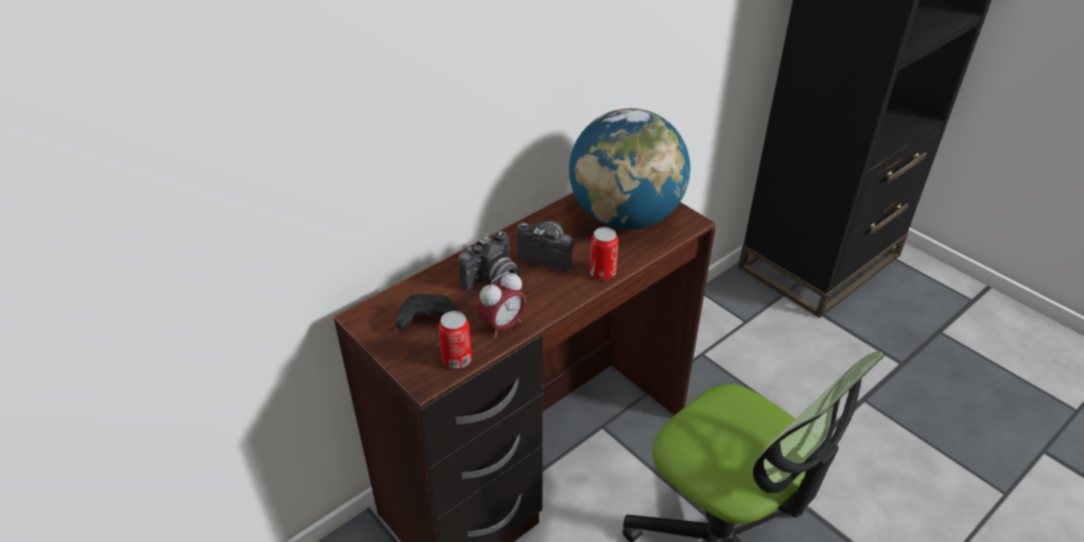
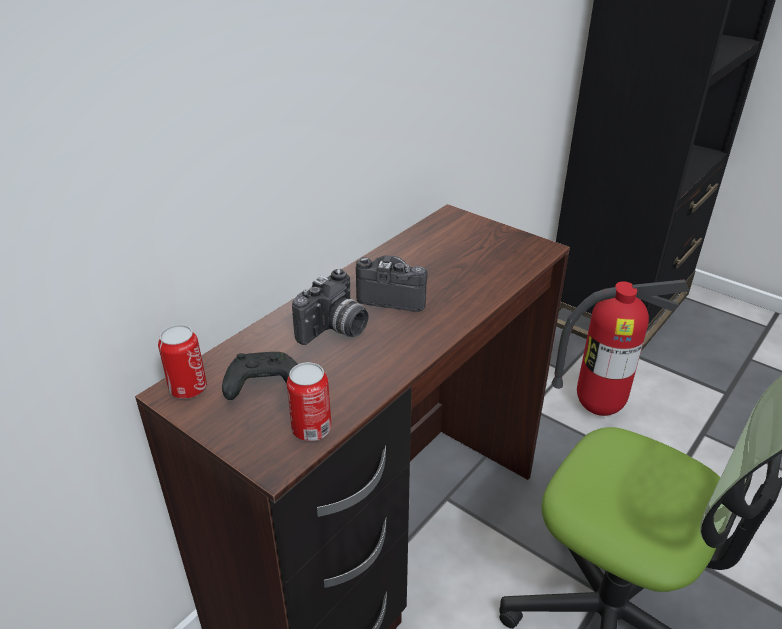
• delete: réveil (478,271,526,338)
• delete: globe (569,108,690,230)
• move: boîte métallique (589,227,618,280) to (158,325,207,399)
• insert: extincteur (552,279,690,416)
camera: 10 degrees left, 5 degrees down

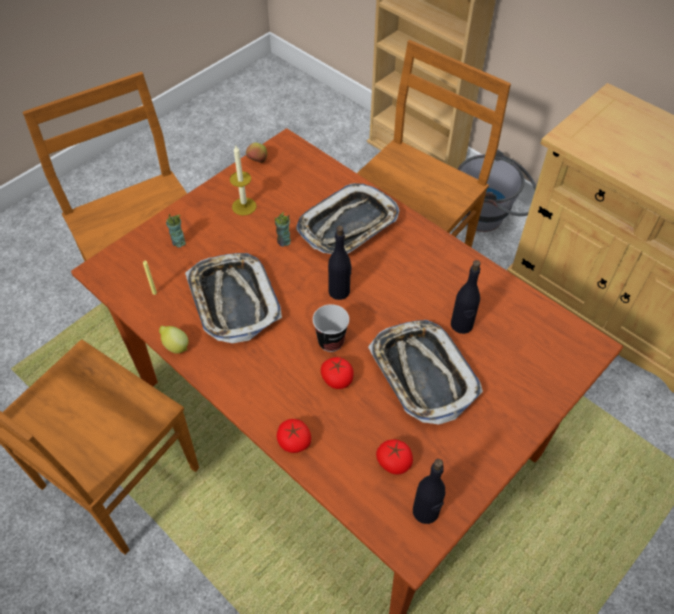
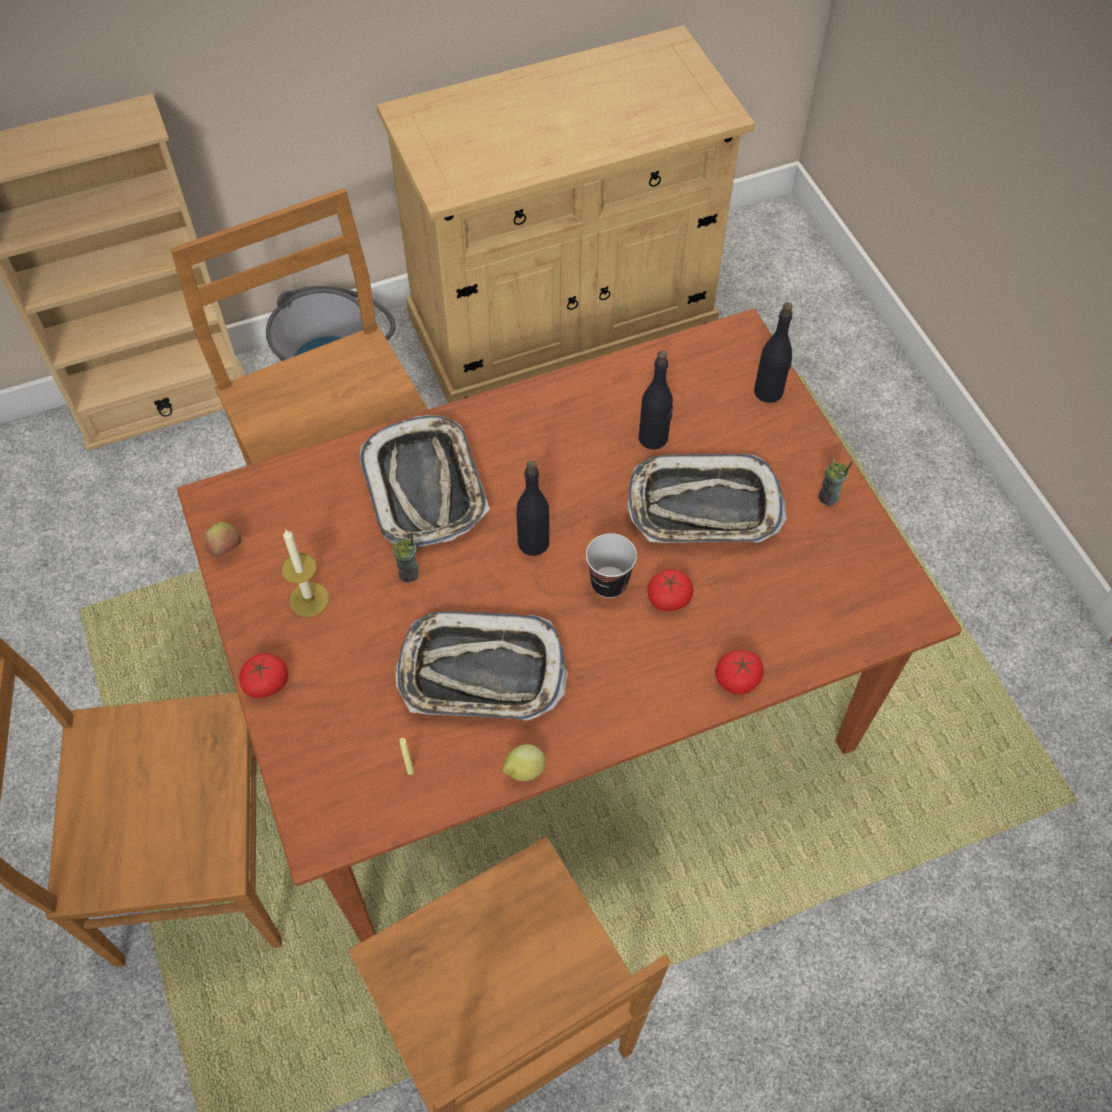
• move: tasse (166,214,186,247) to (818,458,853,506)
• move: tomate (376,439,413,475) to (239,653,288,698)
• move: bouteille (noir) (413,459,445,524) to (754,302,793,403)
camera: 65 degrees left, 5 degrees up

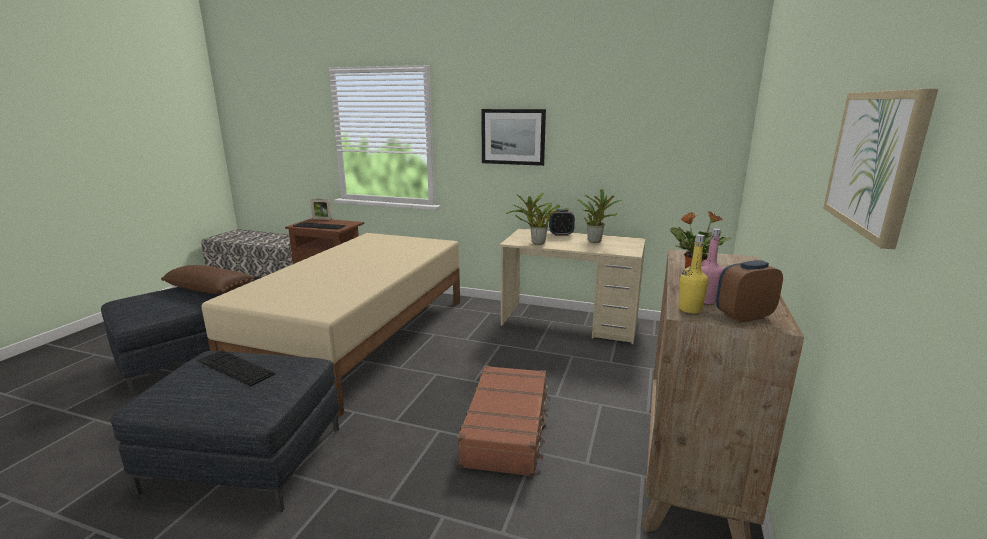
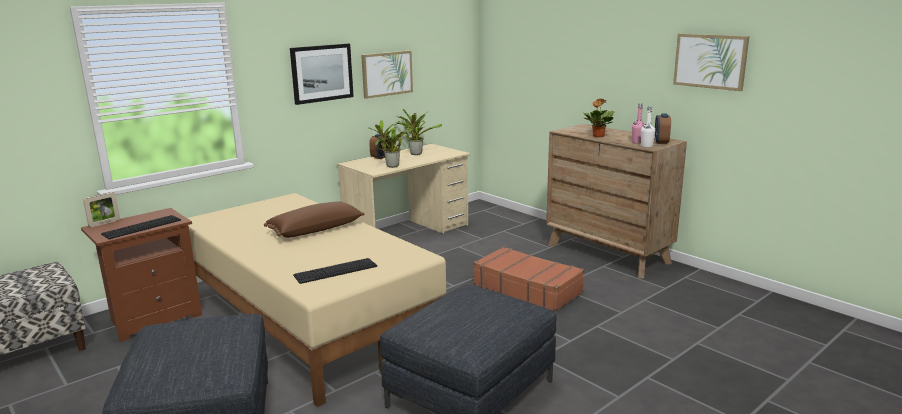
• move: coussin (marron) (161,265,255,294) to (264,201,364,238)
• move: clavier (198,350,275,386) to (293,258,377,284)
• recolor: bouteille (jaune) (679,234,709,314) to bouteille (blanc) (641,106,655,148)
• insert: tableau (361,50,413,99)
camera: 60 degrees left, 0 degrees up

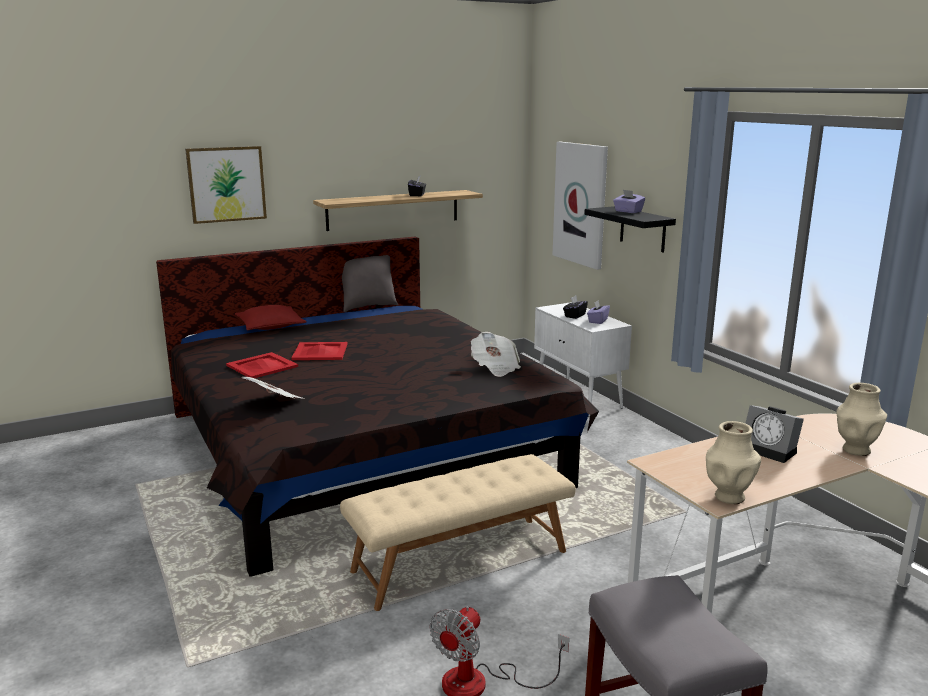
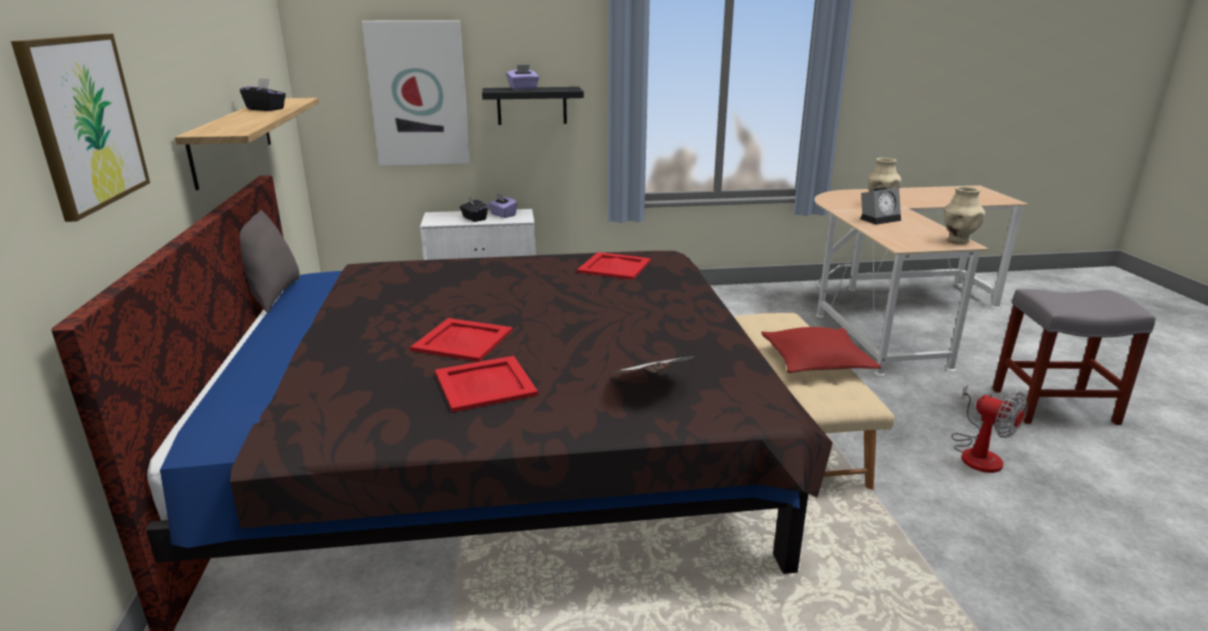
• move: coussin (rouge) (235,305,307,330) to (761,327,881,373)
• replace: journal (471,332,521,377) to plateau (rouge) (577,252,651,280)
camera: 70 degrees left, 5 degrees up

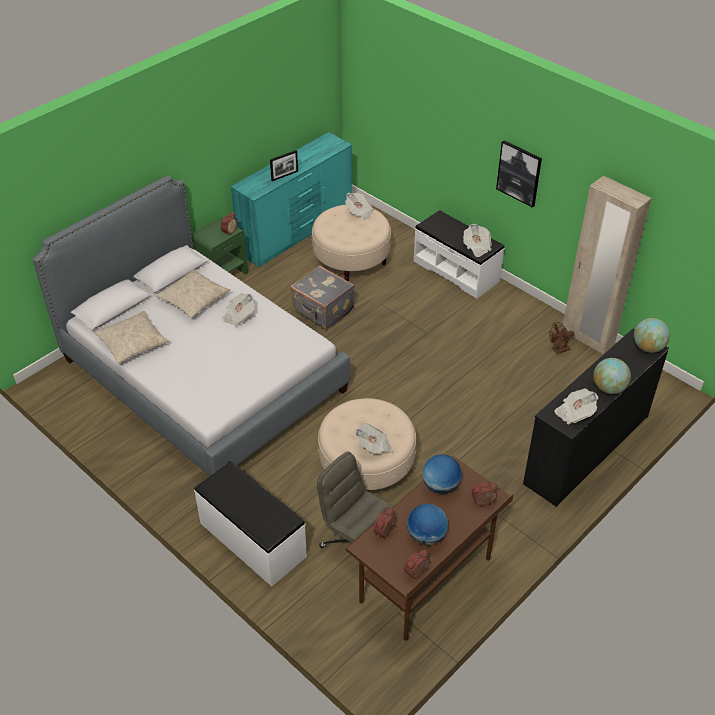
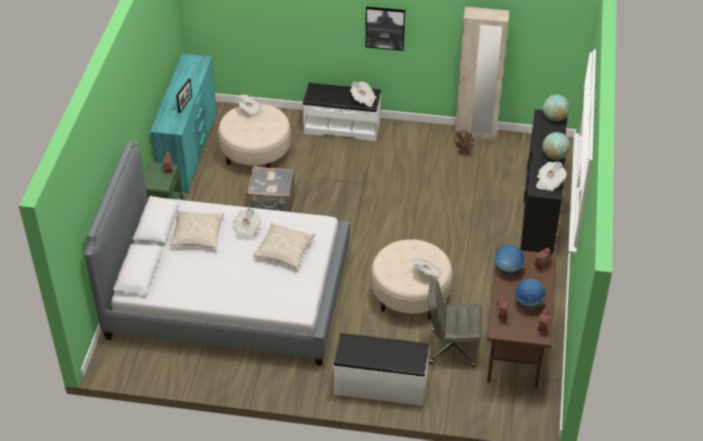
• move: coussin (beige) (94,311,169,364) to (253,223,316,268)
camera: 35 degrees left, 0 degrees up

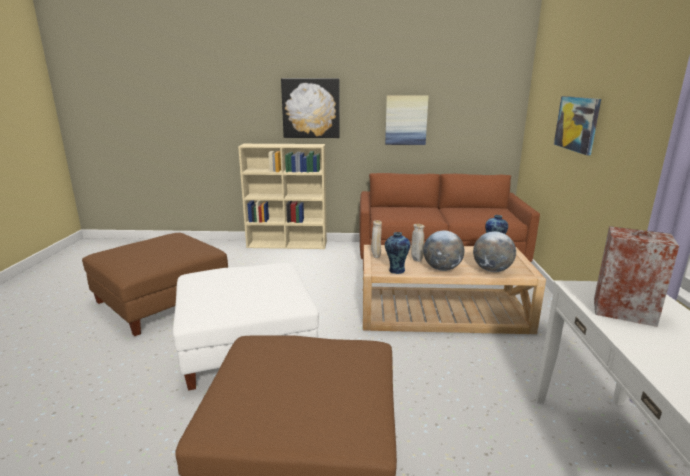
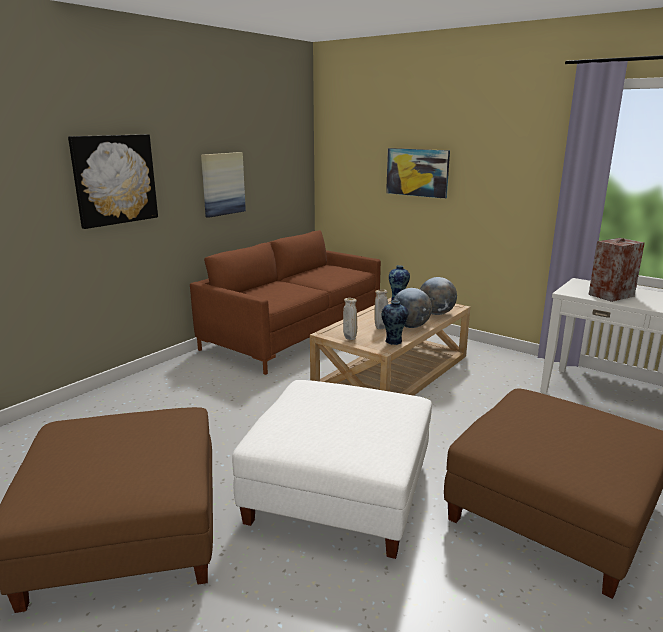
• delete: bibliothèque (beige) (238,144,327,249)
camera: 55 degrees left, 0 degrees up

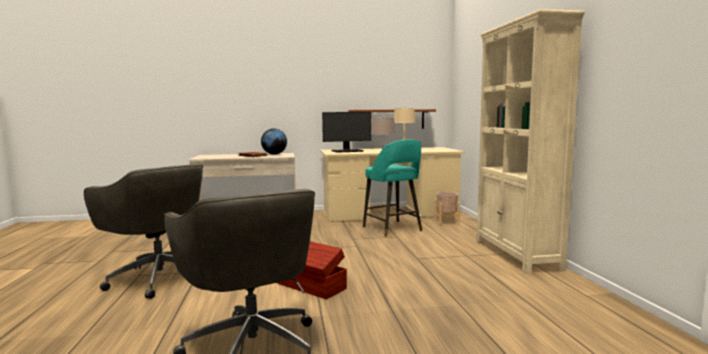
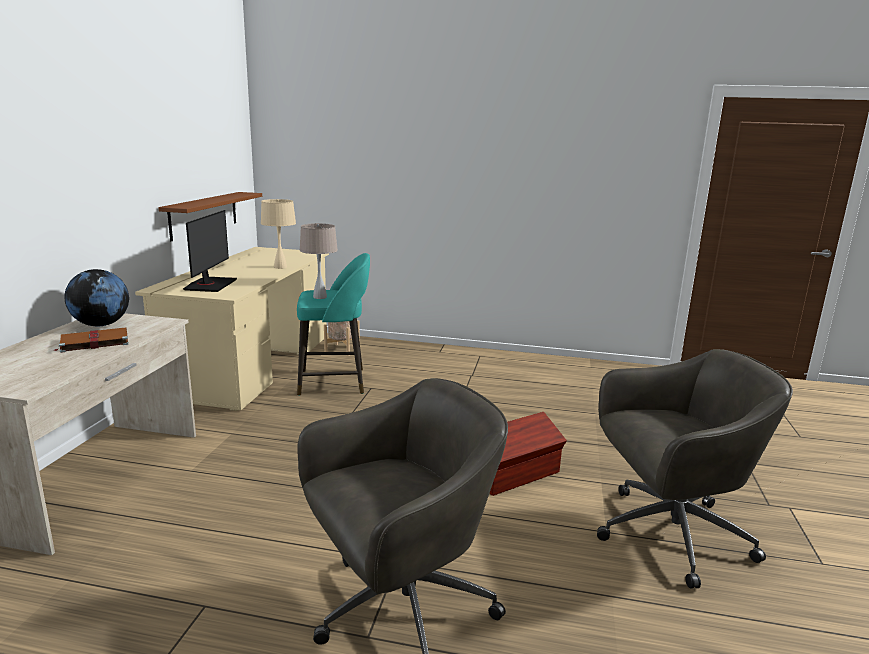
• delete: bibliothèque (beige) (476,9,585,274)
camera: 70 degrees left, 10 degrees up

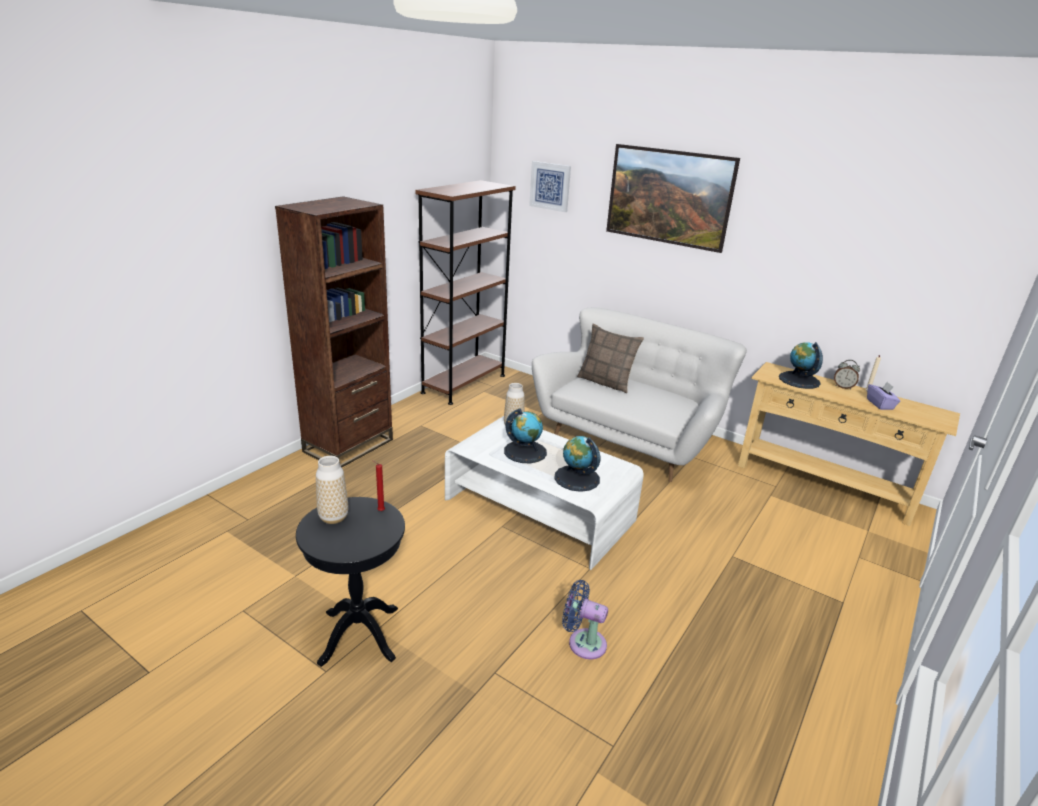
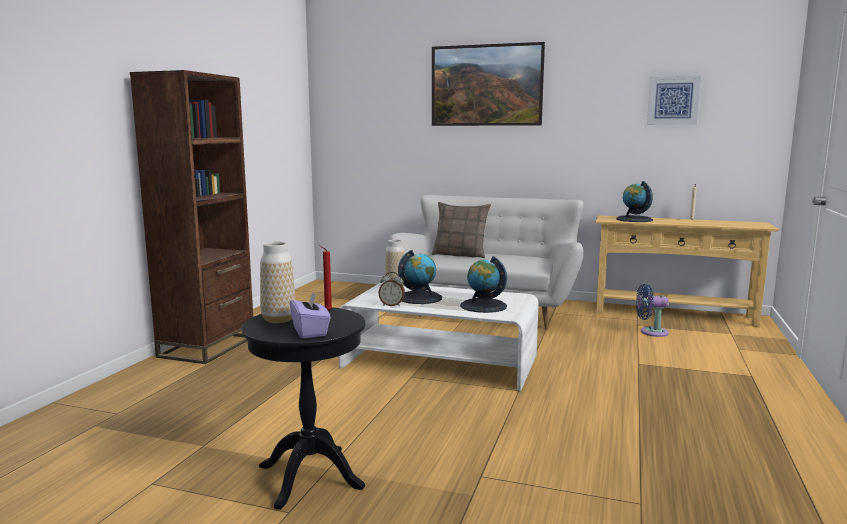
• delete: bibliothèque (marron) (415,180,516,405)
• move: tableau (529,161,571,212) to (647,76,701,125)
• move: ventilateur (bleu) (562,580,608,660) to (636,284,669,337)
• move: réveil (834,360,860,390) to (378,272,405,306)
• move: boîte à mouchoirs (violet) (867,382,900,410) to (290,292,331,338)
camera: 15 degrees left, 15 degrees down

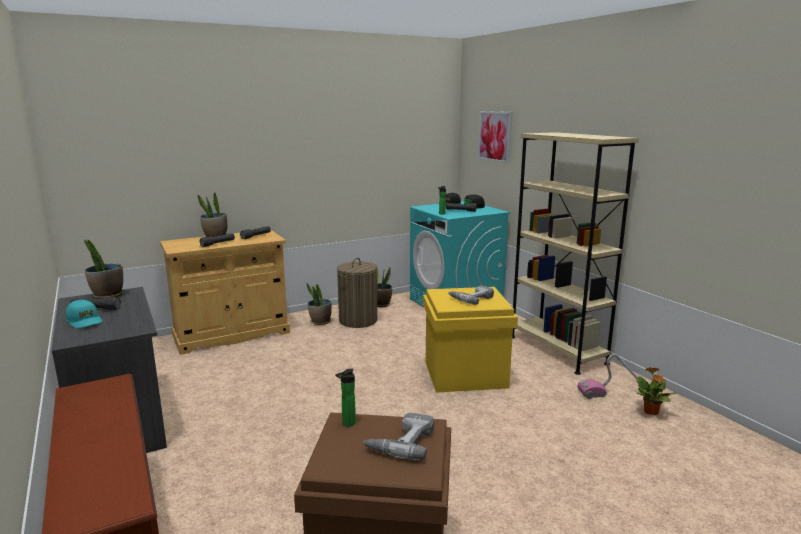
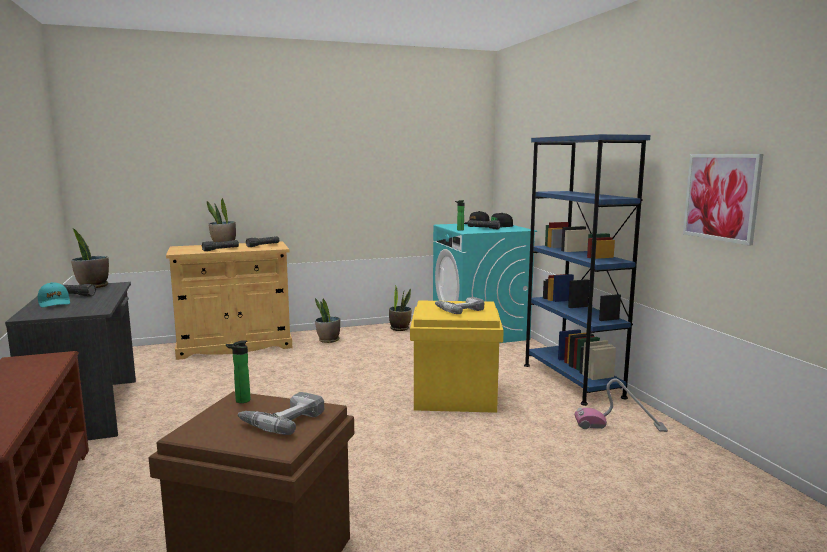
• delete: panier à linge (337,258,377,328)
• move: tableau (478,111,512,163) to (683,154,763,245)
• recolor: bibliothèque (beige) (512,132,639,375) to bibliothèque (bleu) (524,134,650,406)
• delete: plante en pot (636,367,677,415)
camera: 10 degrees right, 5 degrees down

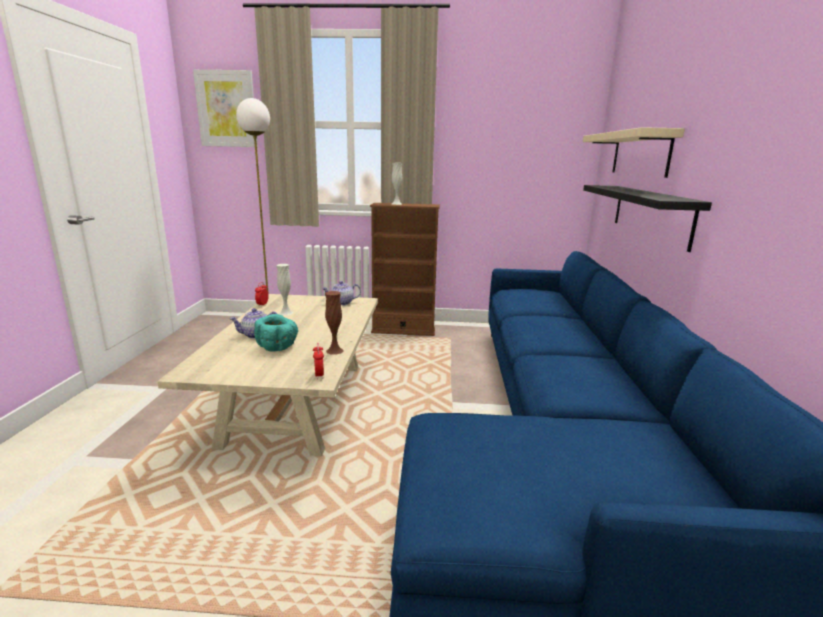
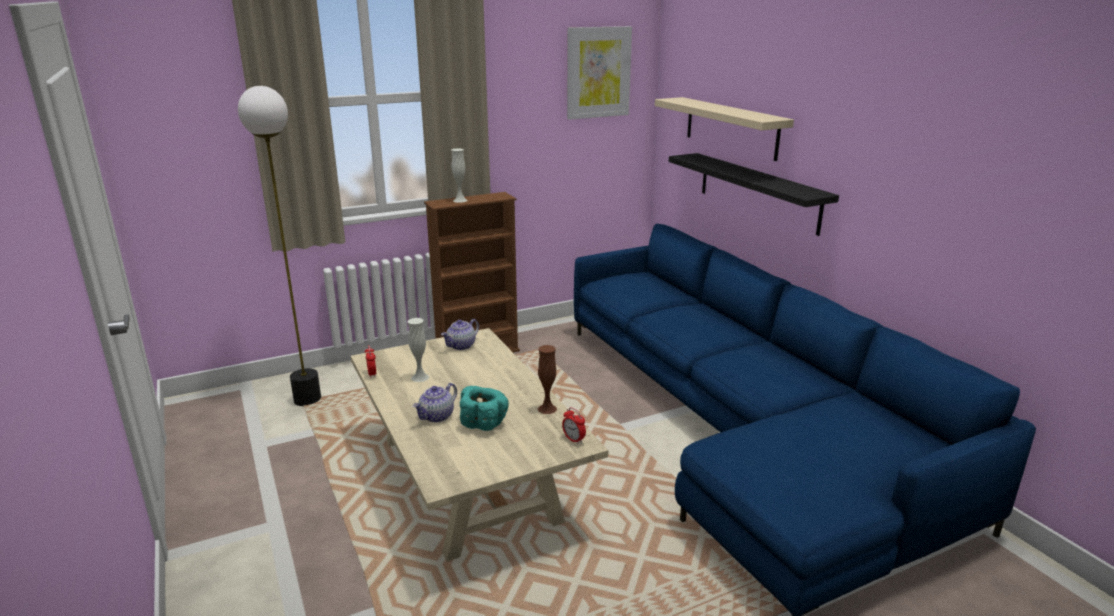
• move: tableau (193,70,258,147) to (567,26,632,120)
camera: 30 degrees left, 5 degrees up

